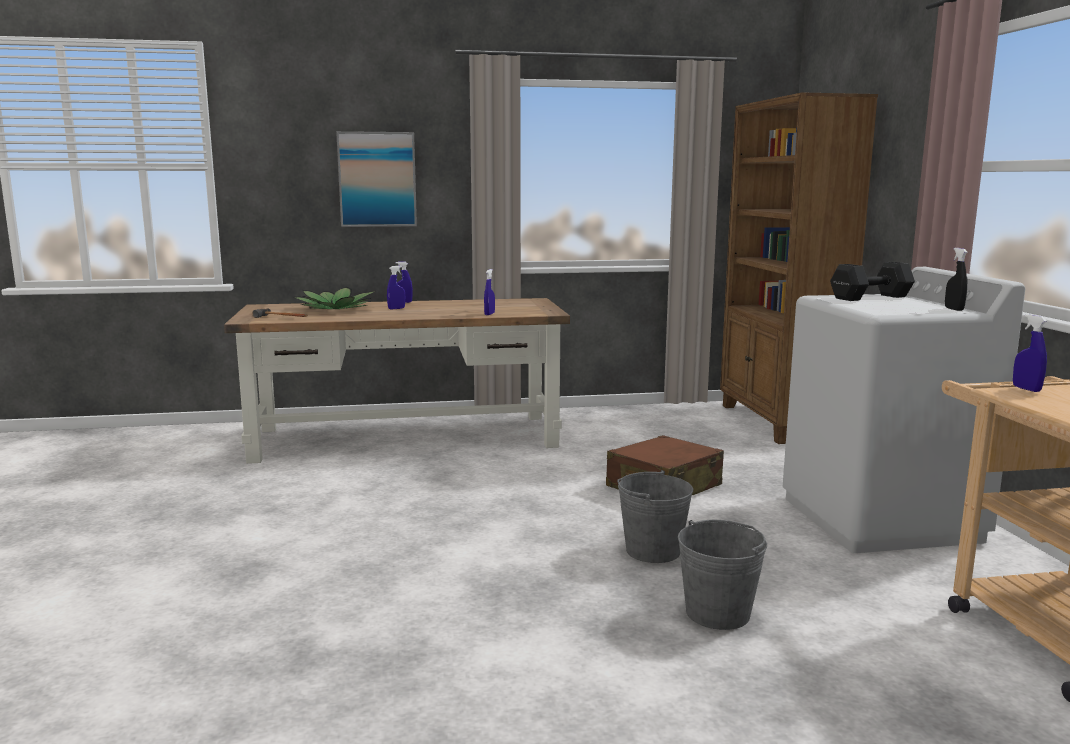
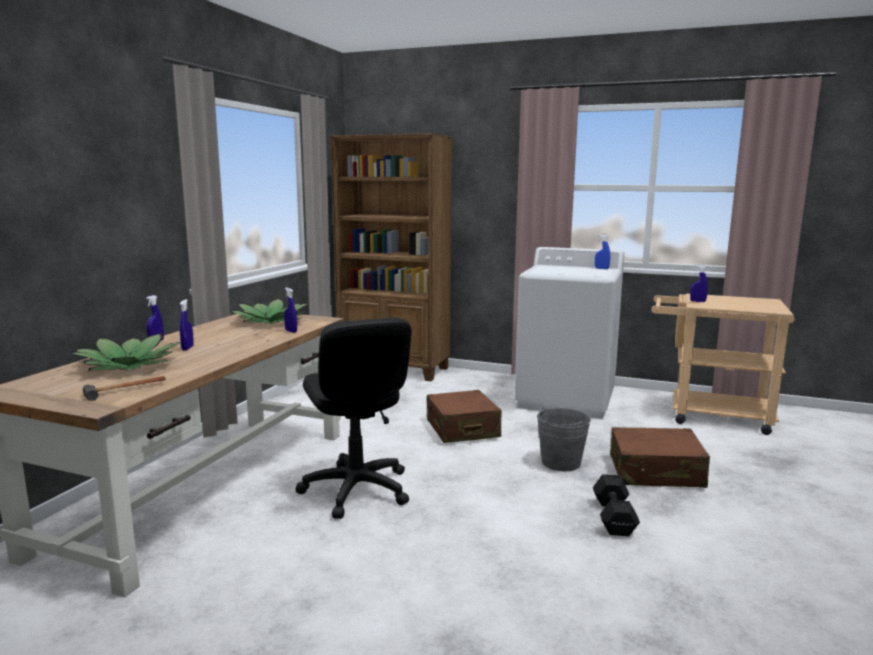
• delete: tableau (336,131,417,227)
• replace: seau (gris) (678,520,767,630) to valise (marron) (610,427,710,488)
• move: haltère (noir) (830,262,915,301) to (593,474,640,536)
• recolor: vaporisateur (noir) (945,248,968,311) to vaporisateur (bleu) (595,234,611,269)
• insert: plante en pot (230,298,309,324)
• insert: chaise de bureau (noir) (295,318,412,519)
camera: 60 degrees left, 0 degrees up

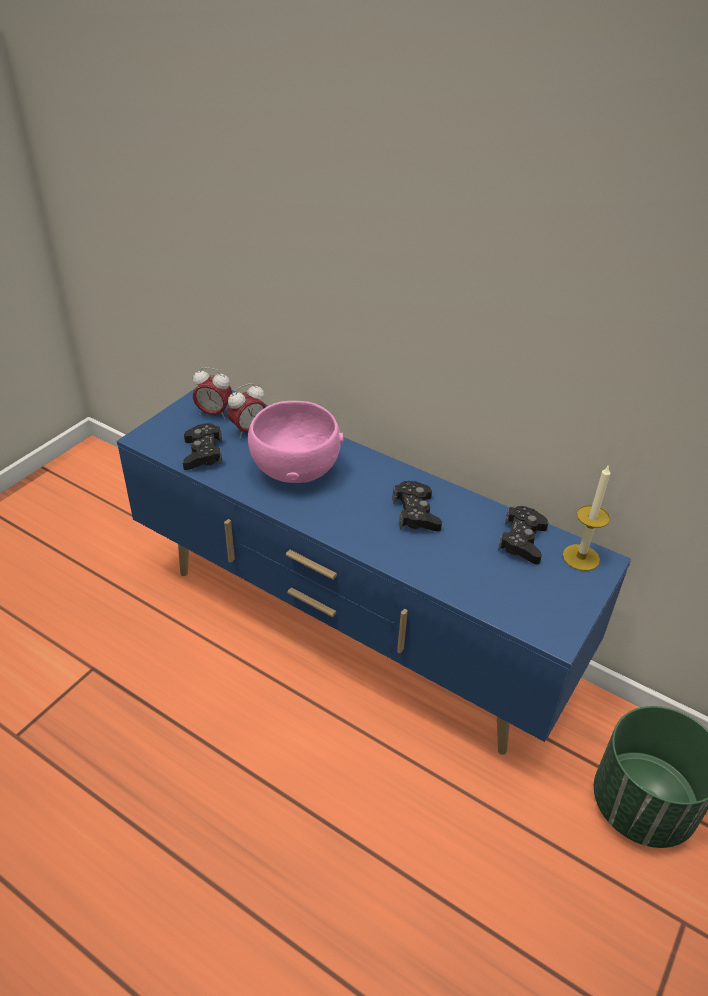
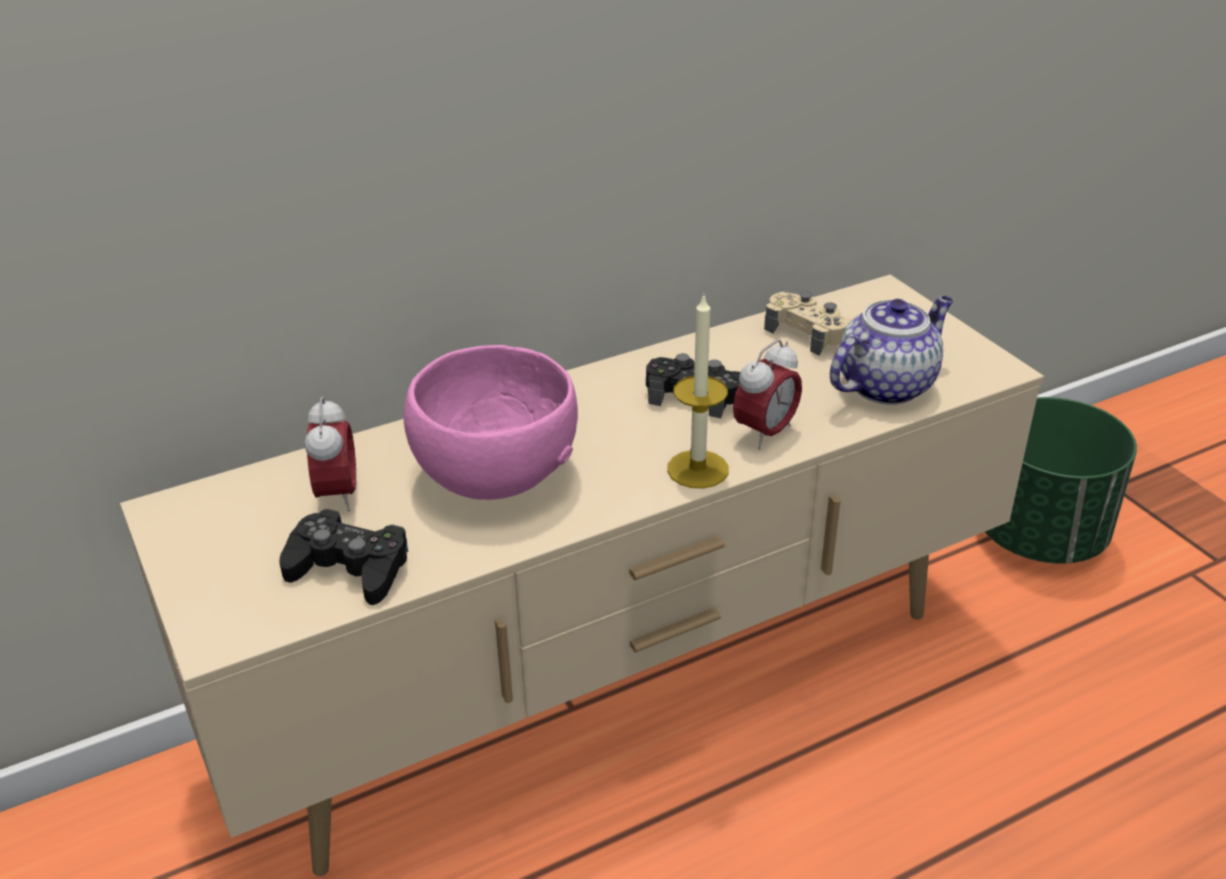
• recolor: meuble télé (bleu) (117,390,631,755) to meuble télé (beige) (120,275,1044,876)
• move: réveil (193,367,232,419) to (733,339,802,450)
• recolor: manette (noir) (498,506,548,564) to manette (beige) (764,292,853,355)
• move: bougie (563,464,611,571) to (667,293,729,488)
• insert: théière (830,296,954,405)
camera: 60 degrees left, 5 degrees down

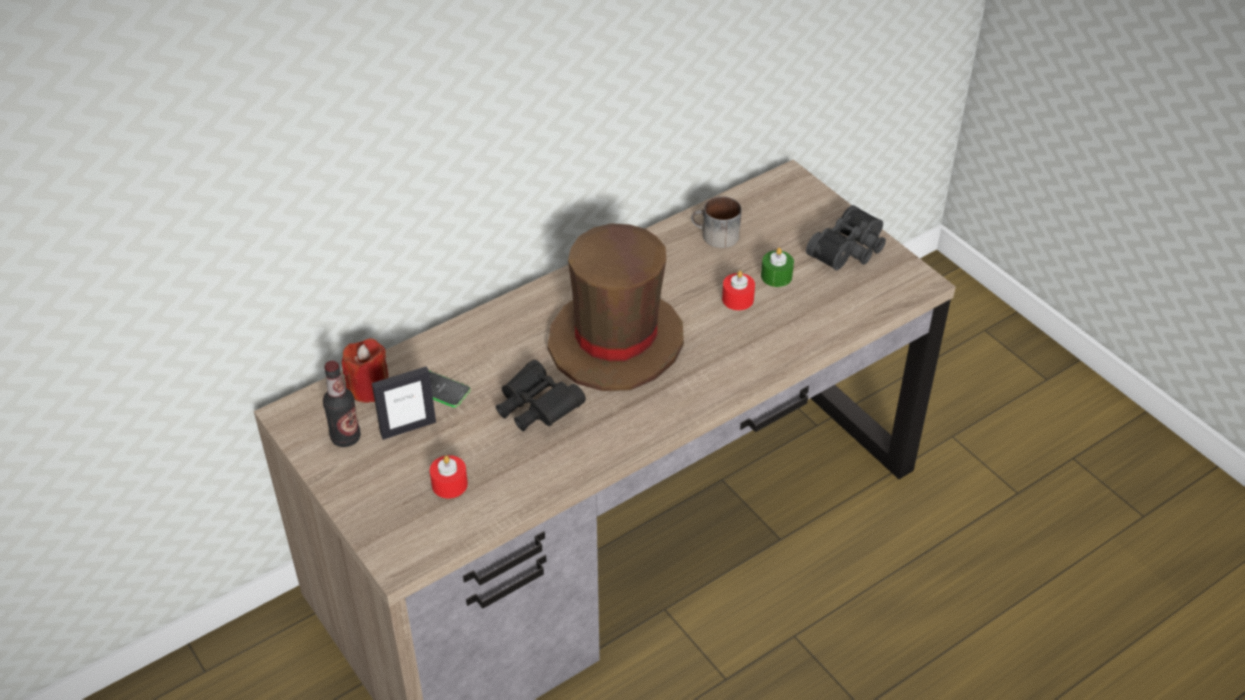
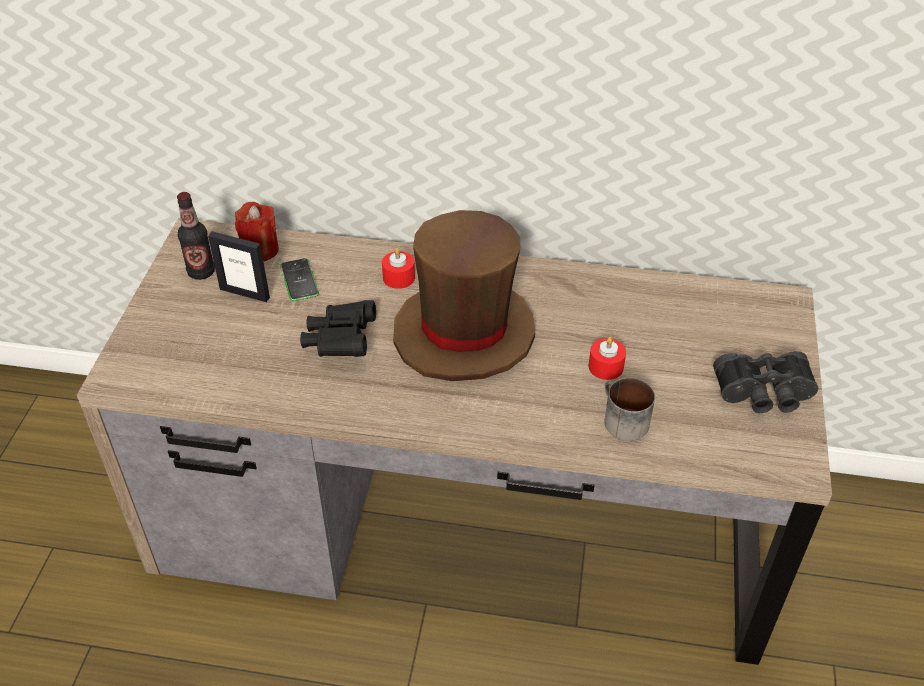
• move: bougie (rouge) (430,455,468,498) to (382,248,415,289)
• move: mug (691,196,742,248) to (604,378,655,441)
• delete: bougie (vert) (761,248,794,287)
camera: 45 degrees right, 0 degrees up

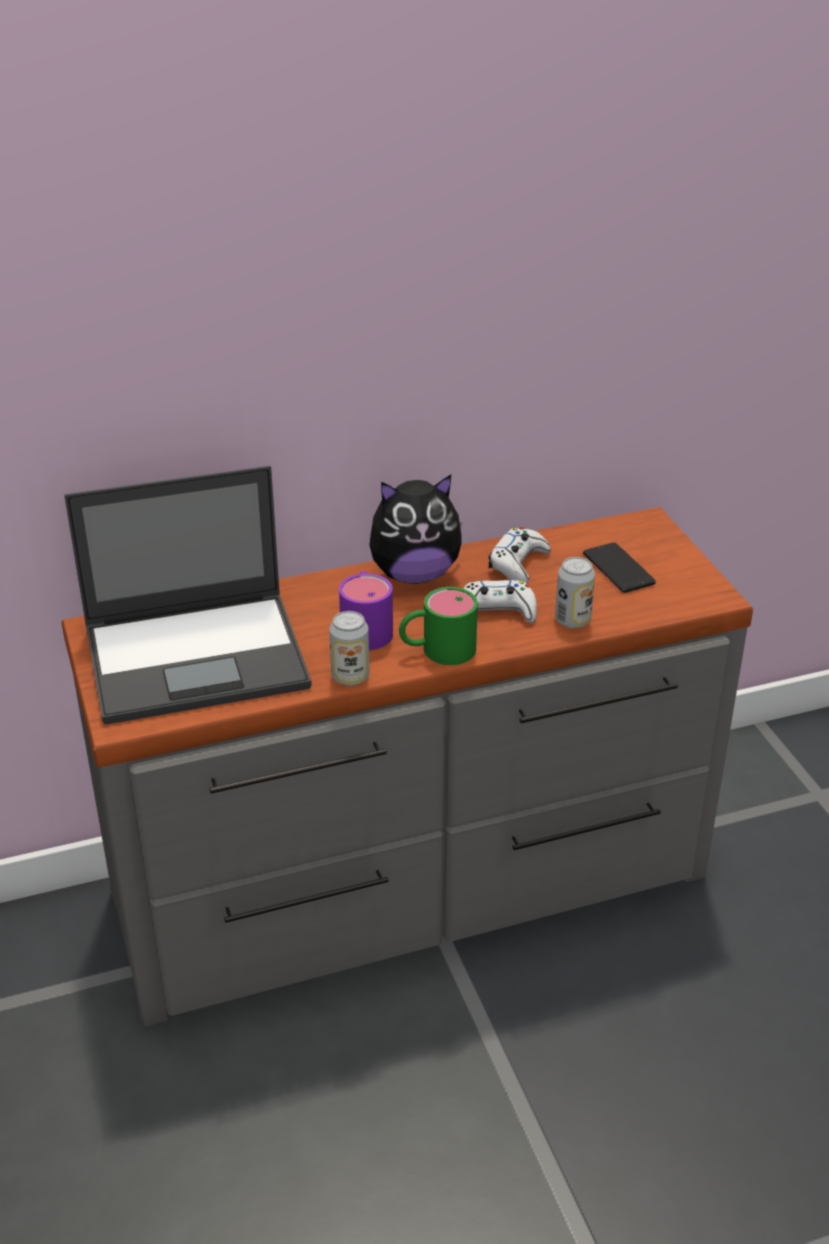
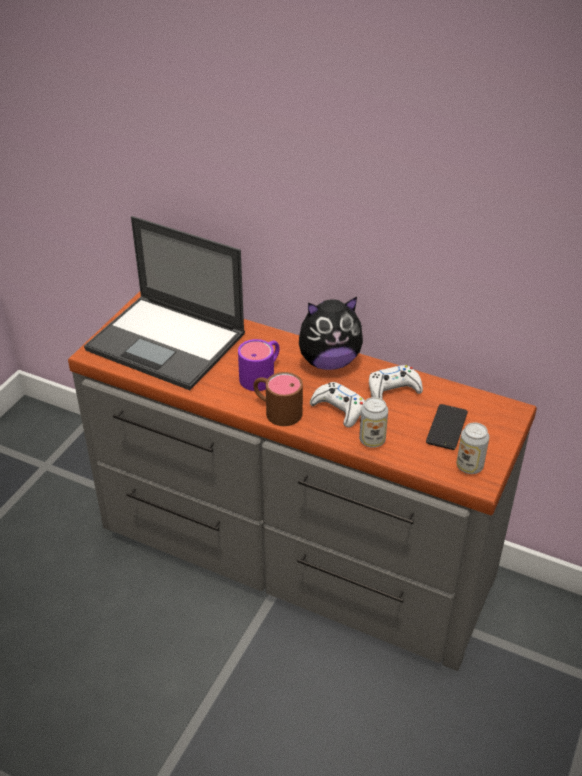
• move: boîte métallique (329,611,369,686) to (457,423,489,474)
• rotate: peluche (370,475,462,584) = (299,297,363,370) 45 degrees counterclockwise
• recolor: mug (vert) (399,587,478,665) to mug (marron) (253,372,303,426)
camera: 45 degrees right, 5 degrees up

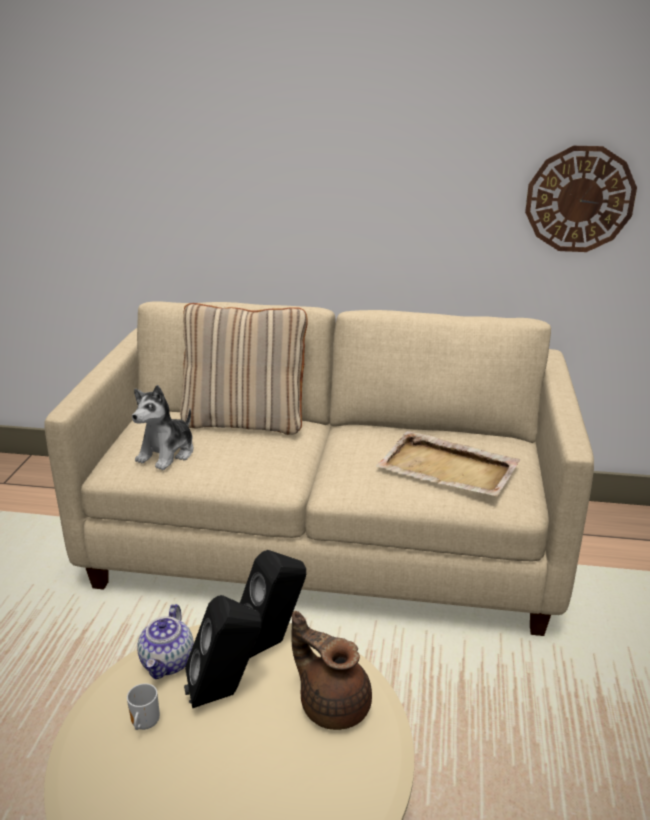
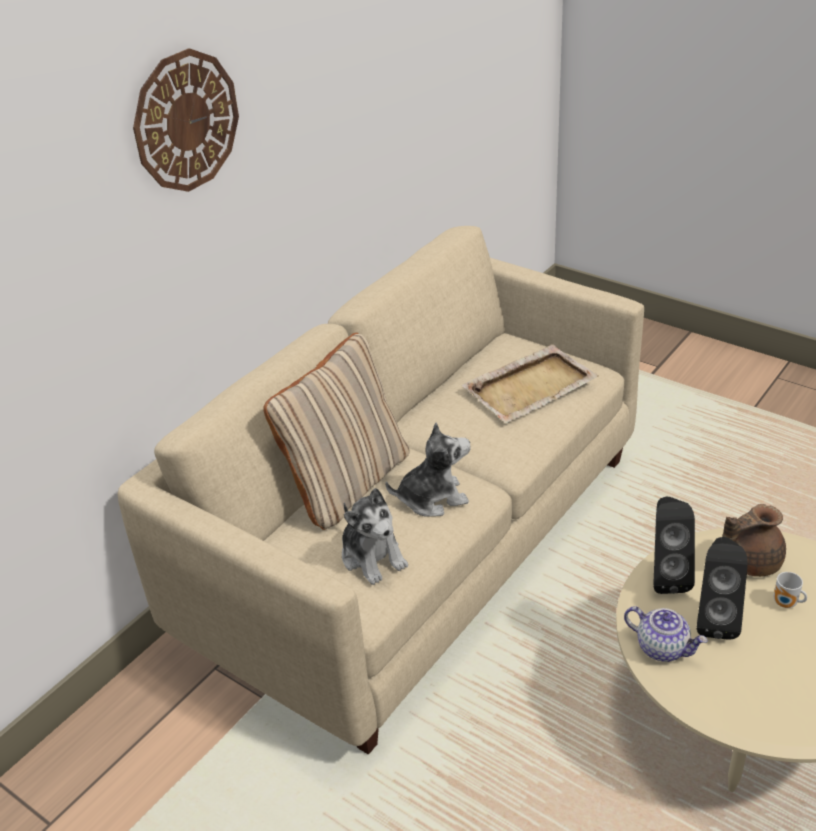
• move: mug (127,683,160,730) to (774,572,807,608)
• move: horloge murale (525,146,637,252) to (133,48,239,192)
• insert: peluche (385,423,471,517)
camera: 60 degrees left, 10 degrees up

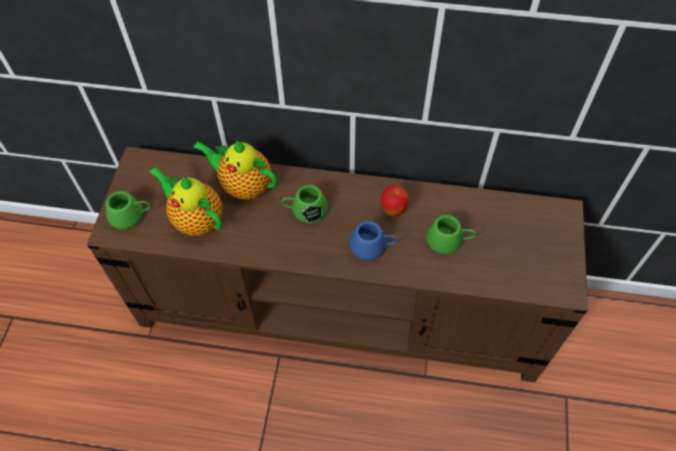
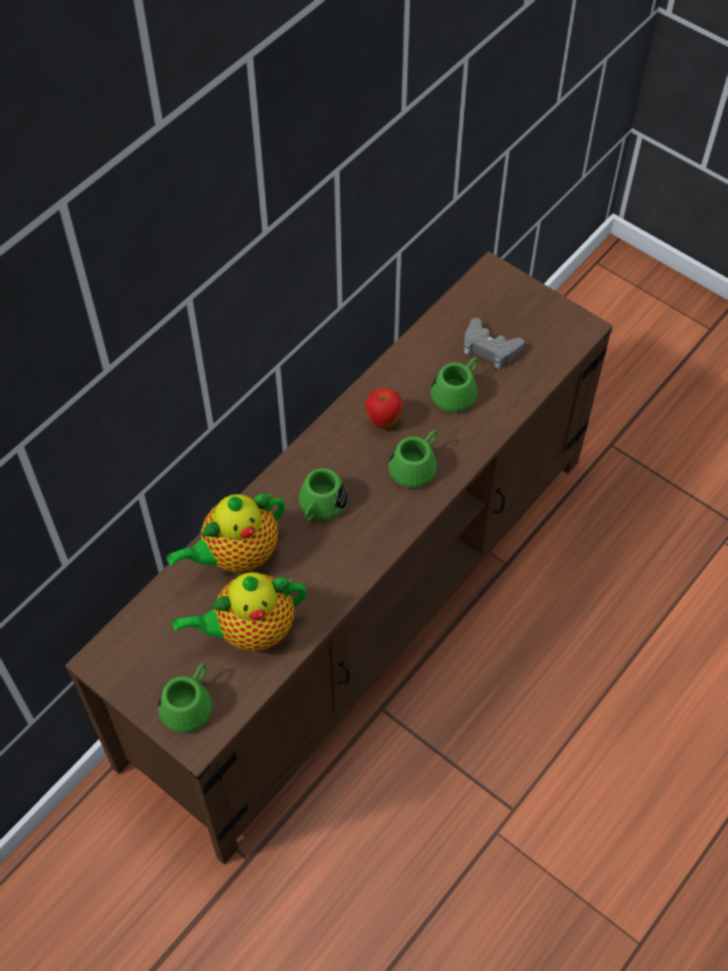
• recolor: mug (bleu) (350,221,398,260) to mug (vert) (389,430,437,488)
• insert: manette (gris) (463,318,524,369)
camera: 60 degrees left, 0 degrees up

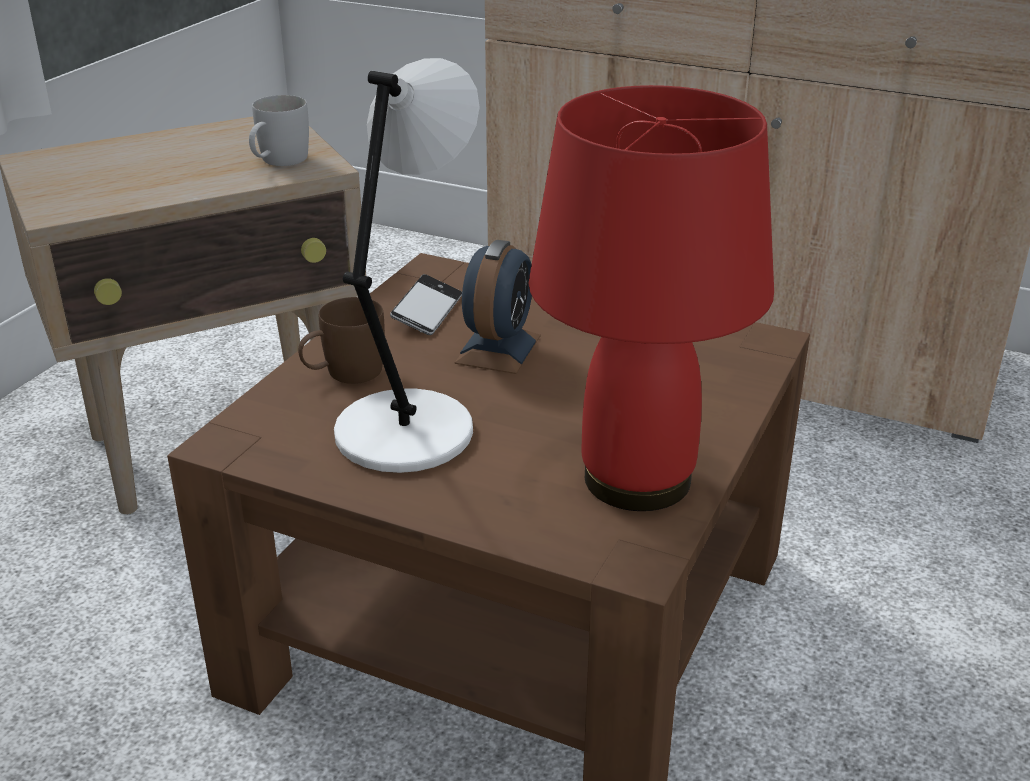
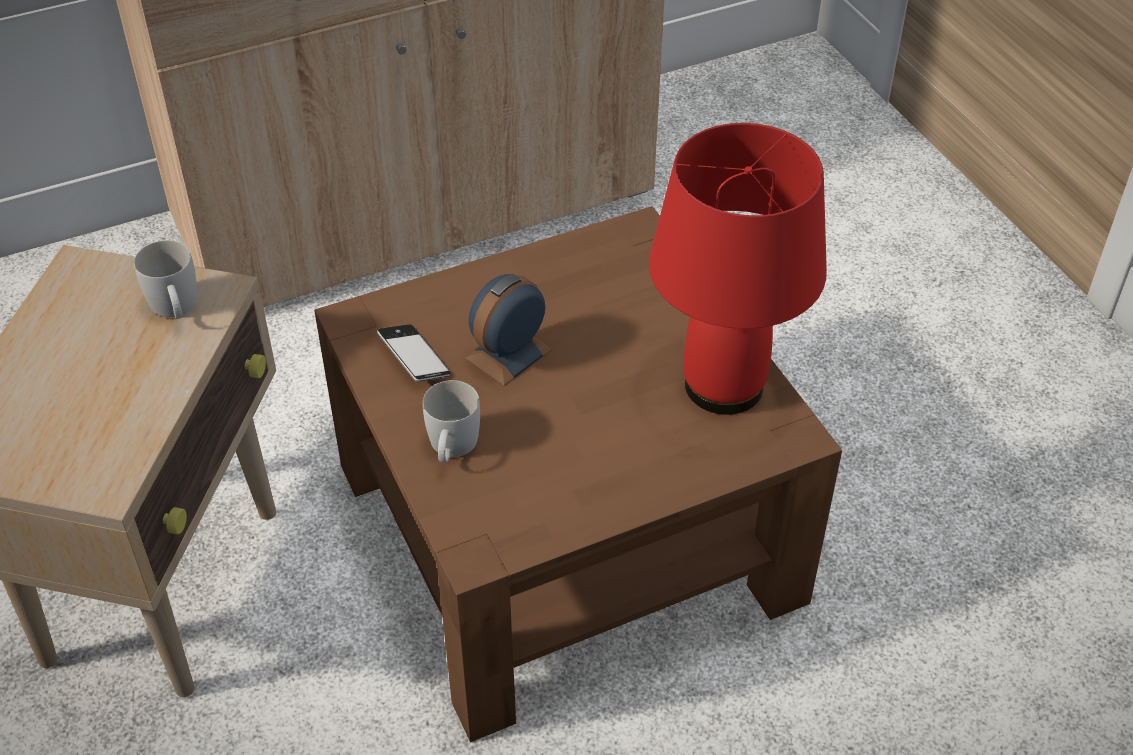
• recolor: mug (marron) (298,297,385,384) to mug (blanc) (423,380,480,463)
• delete: lampe de table (blanc) (334,58,479,473)
• rotate: réveil (455,240,541,374) = (465,274,552,386) 105 degrees counterclockwise
camera: 50 degrees left, 15 degrees up

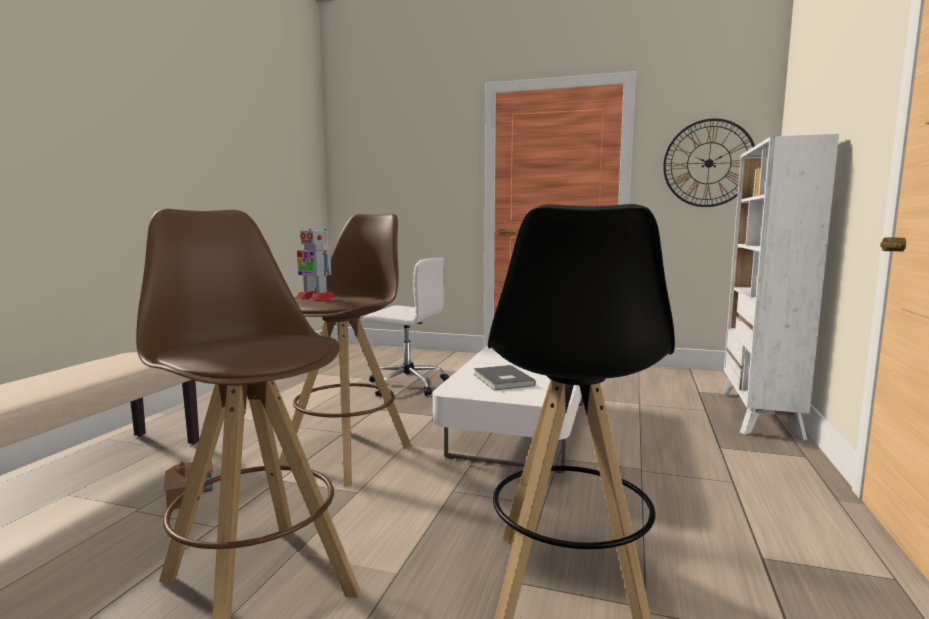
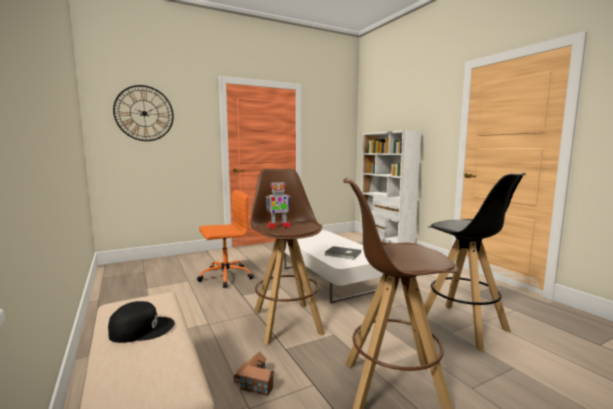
• recolor: chaise de bureau (blanc) (363,257,449,397) to chaise de bureau (orange) (197,190,254,288)
• move: horloge murale (663,118,755,207) to (113,85,174,141)
• insert: casquette (noir) (108,301,175,343)
camera: 45 degrees left, 0 degrees up

